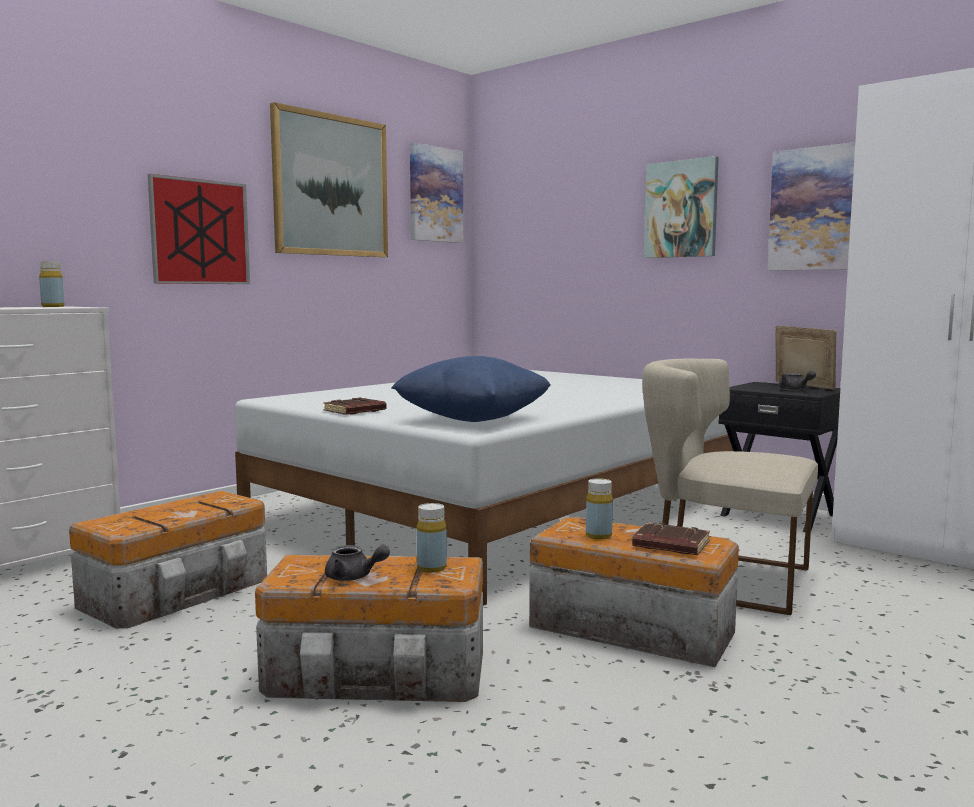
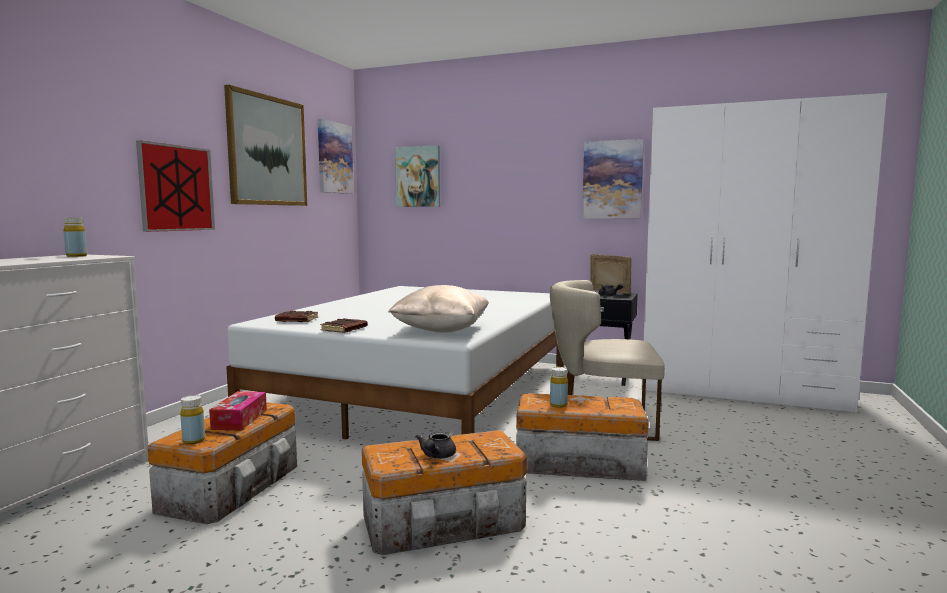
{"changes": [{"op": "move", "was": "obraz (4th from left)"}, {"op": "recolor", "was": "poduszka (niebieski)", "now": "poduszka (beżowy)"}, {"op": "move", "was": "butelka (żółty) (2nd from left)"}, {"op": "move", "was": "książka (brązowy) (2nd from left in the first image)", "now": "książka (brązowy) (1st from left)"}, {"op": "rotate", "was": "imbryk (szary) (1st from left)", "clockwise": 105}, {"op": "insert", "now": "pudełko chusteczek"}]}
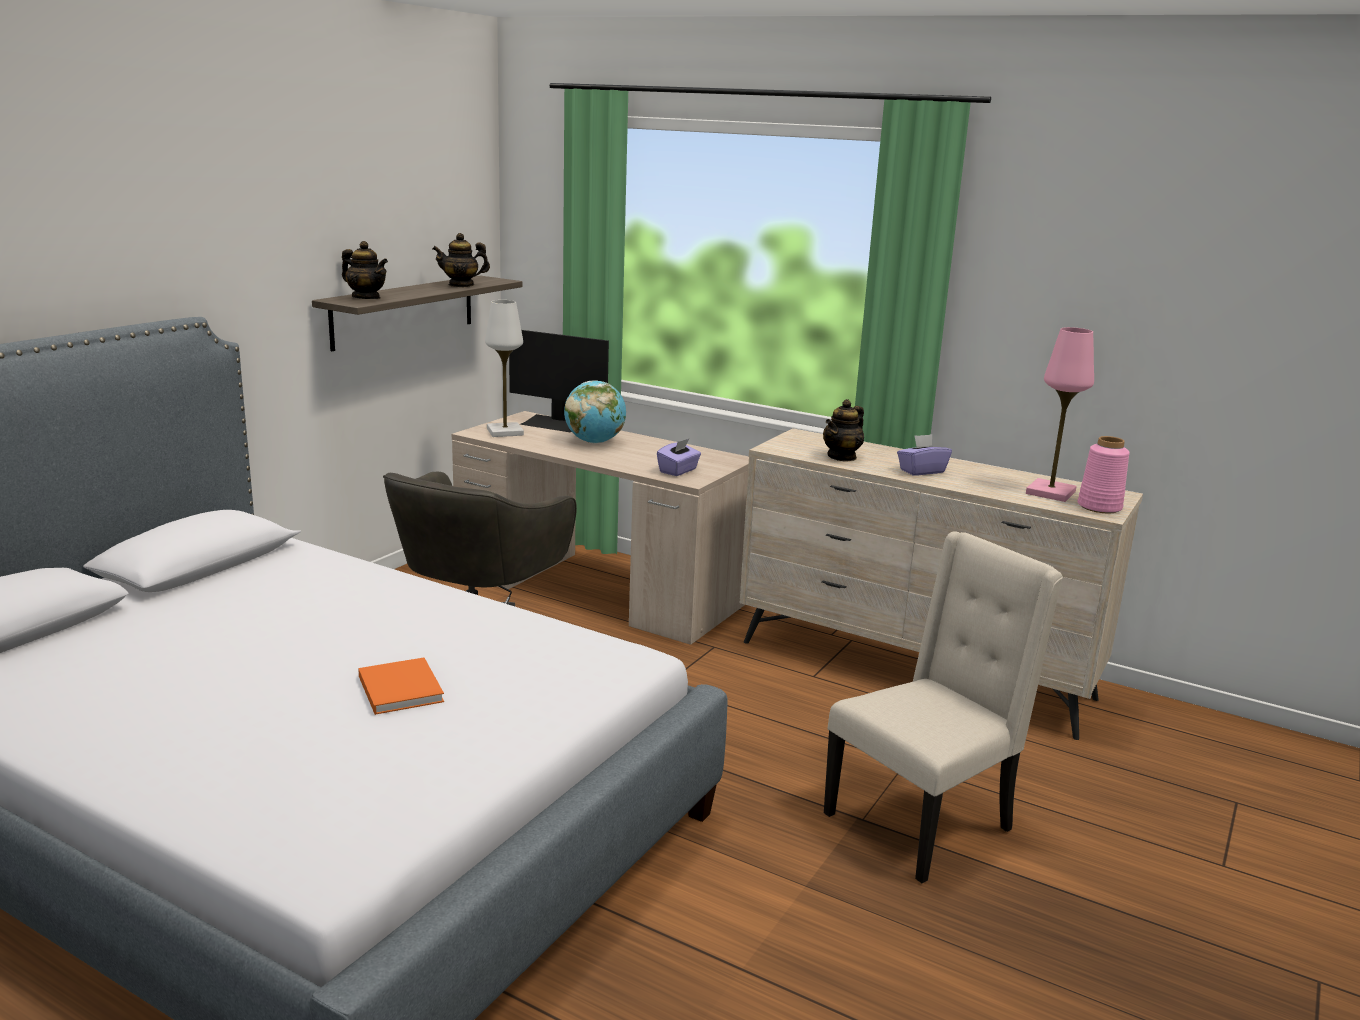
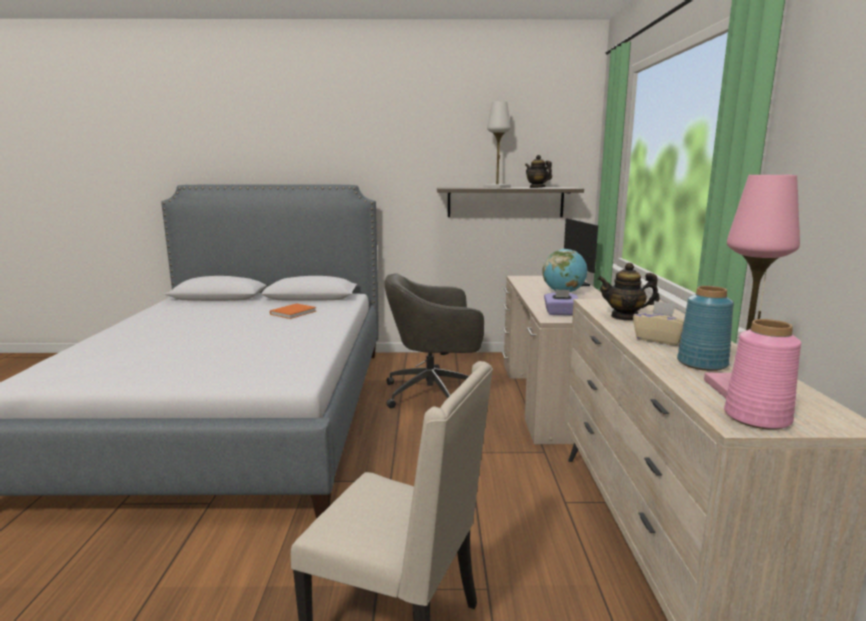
{"changes": [{"op": "delete", "was": "imbryk (1st from left)"}, {"op": "move", "was": "lampa stołowa (biały)"}, {"op": "recolor", "was": "pudełko chusteczek (fioletowy) (2nd from left)", "now": "pudełko chusteczek (beżowy)"}, {"op": "move", "was": "książka (pomarańczowy)"}, {"op": "insert", "now": "wazon (niebieski)"}]}
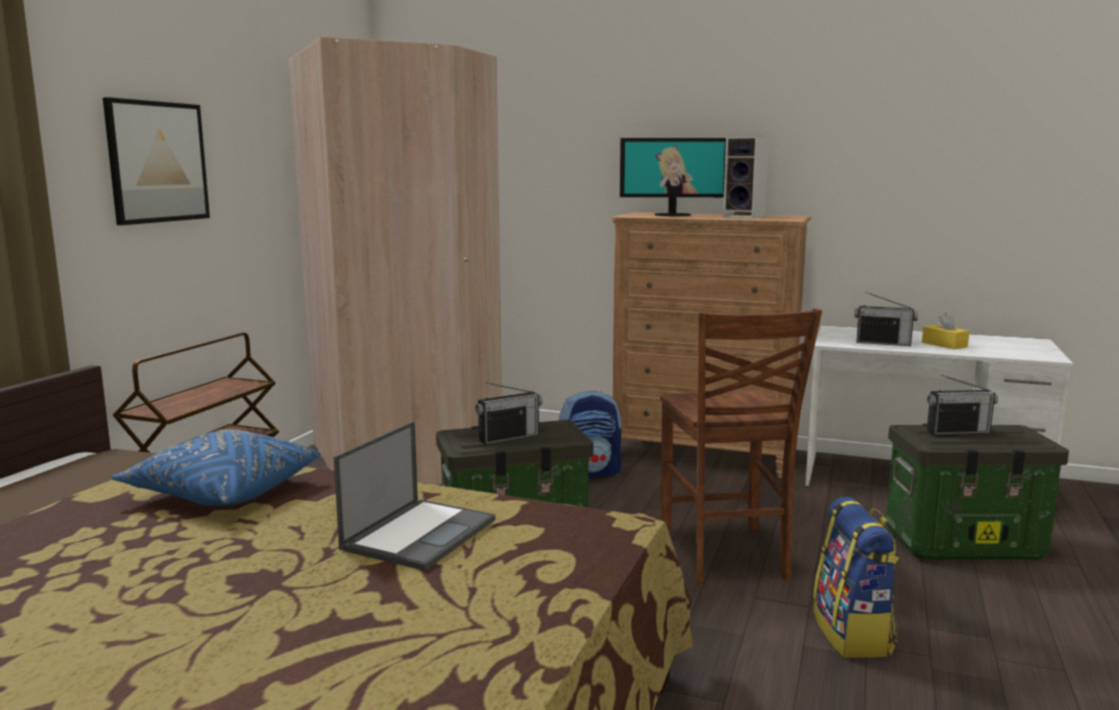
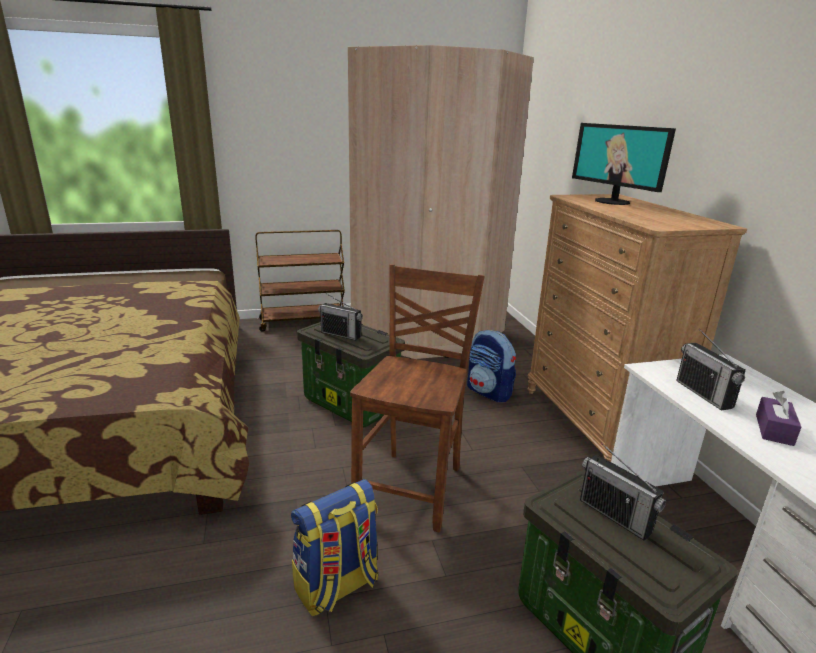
{"changes": [{"op": "delete", "was": "obraz"}, {"op": "delete", "was": "głośnik"}, {"op": "rotate", "was": "krzesło (brązowy)", "clockwise": 150}, {"op": "recolor", "was": "pudełko chusteczek (żółty)", "now": "pudełko chusteczek (fioletowy)"}, {"op": "delete", "was": "laptop"}, {"op": "delete", "was": "poduszka (niebieski)"}]}
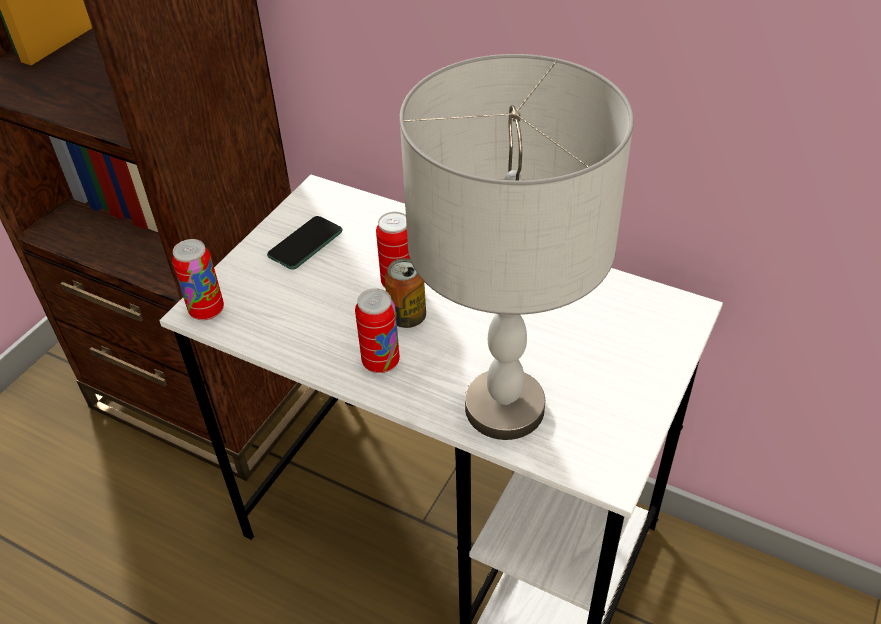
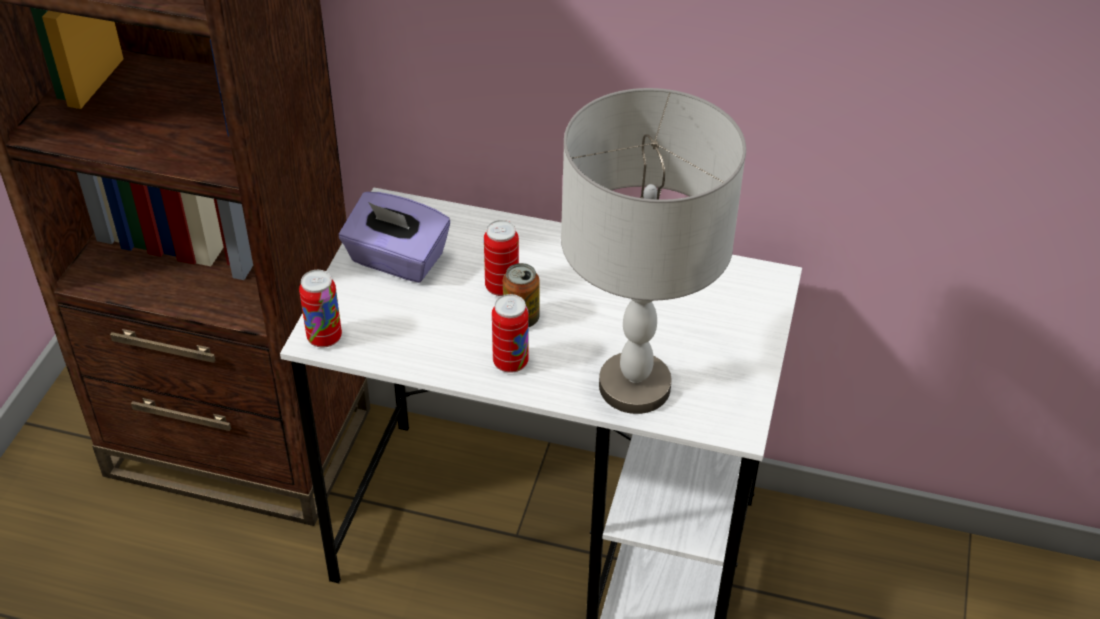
{"changes": [{"op": "replace", "was": "telefon", "now": "pudełko chusteczek (fioletowy)"}]}
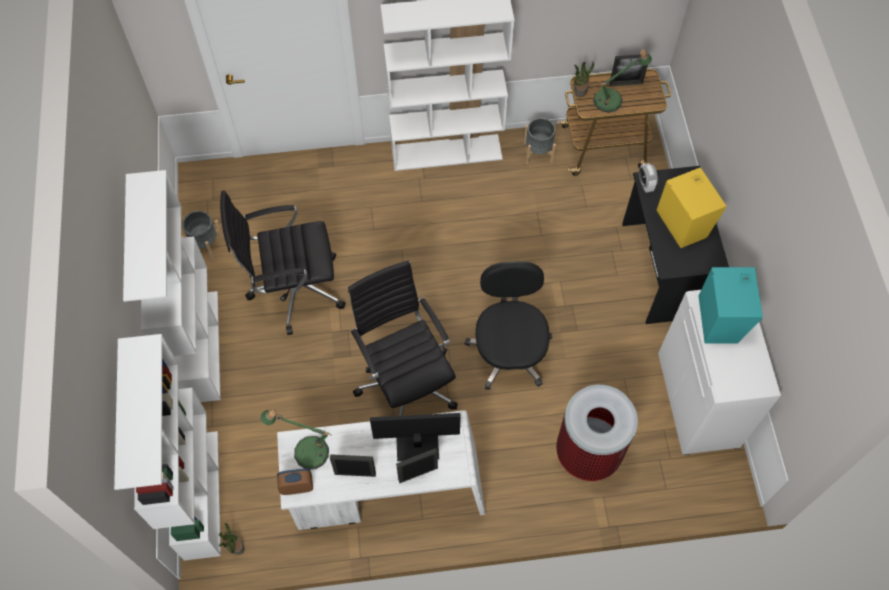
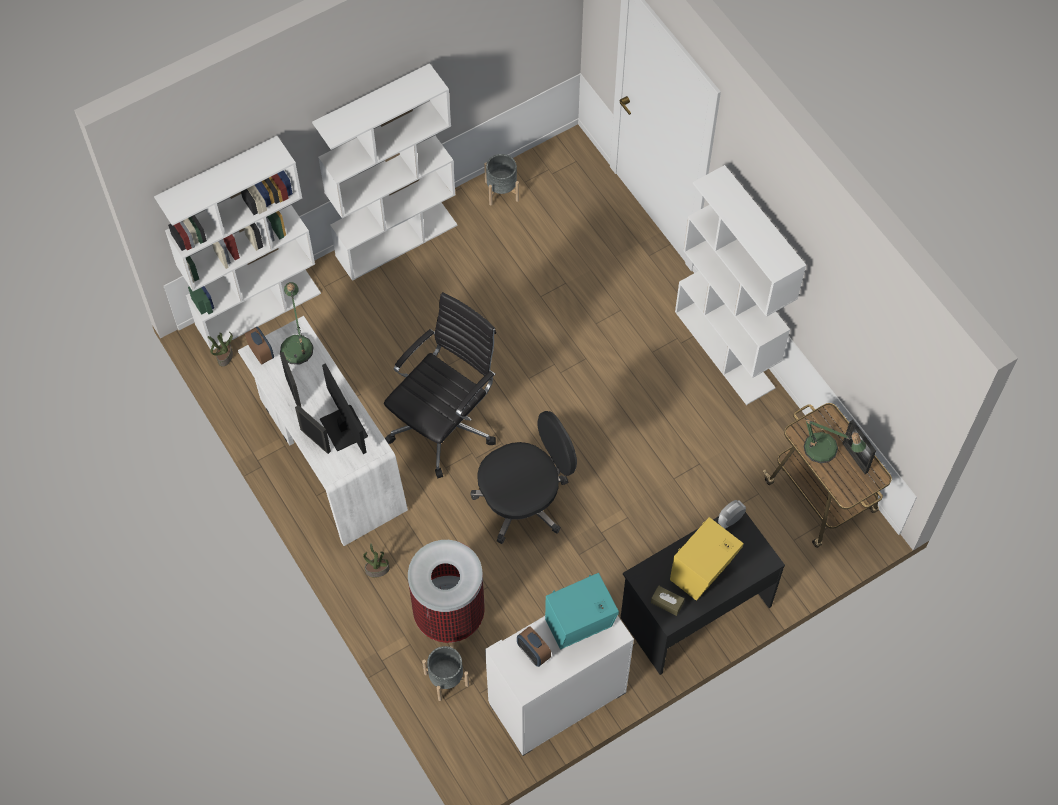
{"changes": [{"op": "move", "was": "roślina doniczkowa (2nd from left)"}, {"op": "move", "was": "donica (szary) (2nd from left in the first image)", "now": "donica (szary) (1st from left)"}, {"op": "delete", "was": "krzesło biurowe (czarny) (1st from left)"}, {"op": "insert", "now": "pudełko chusteczek (brązowy)"}, {"op": "insert", "now": "budzik (2nd from left)"}]}
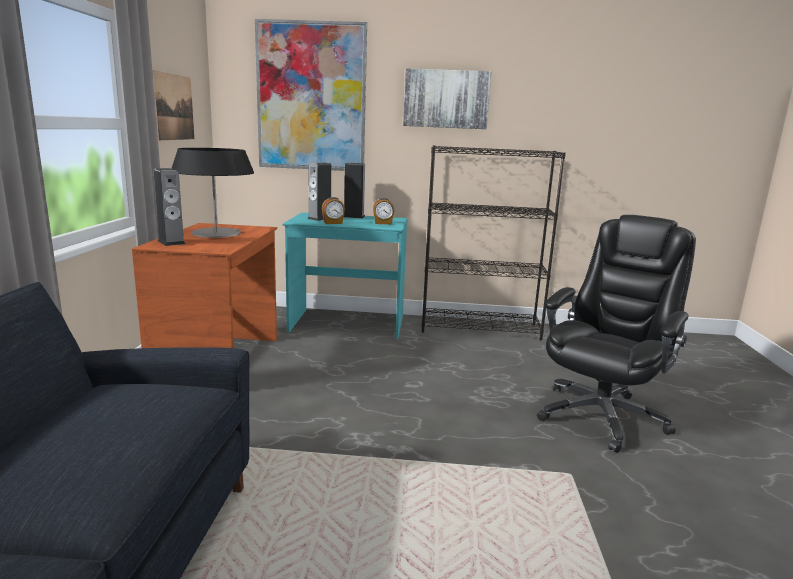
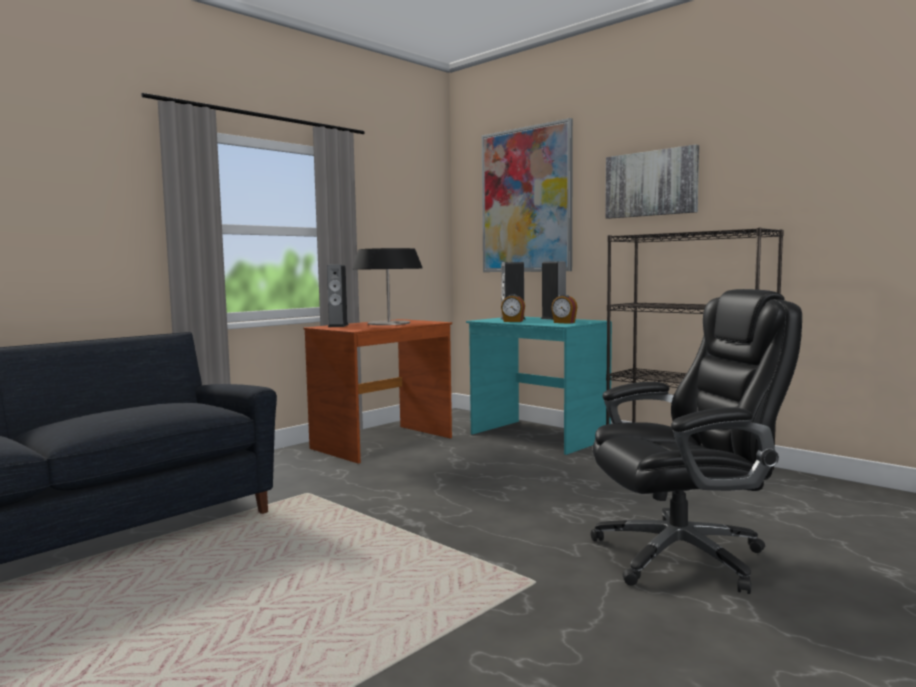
{"changes": [{"op": "delete", "was": "obraz (1st from left)"}]}
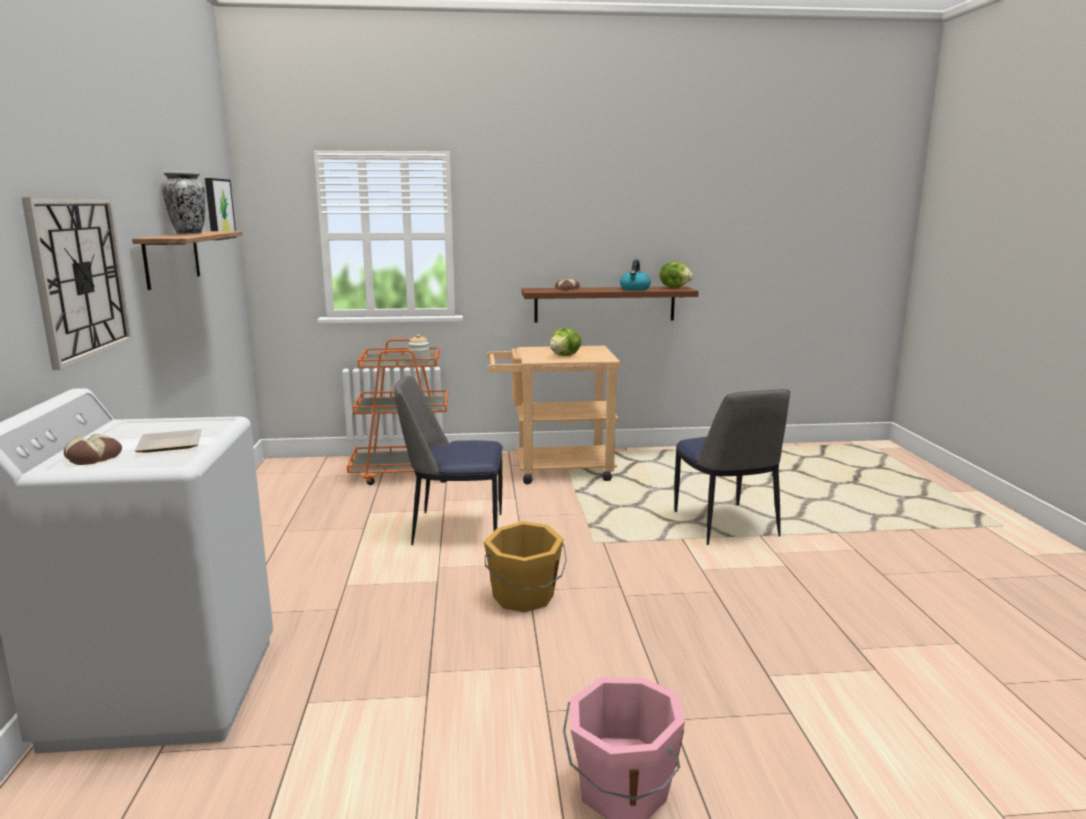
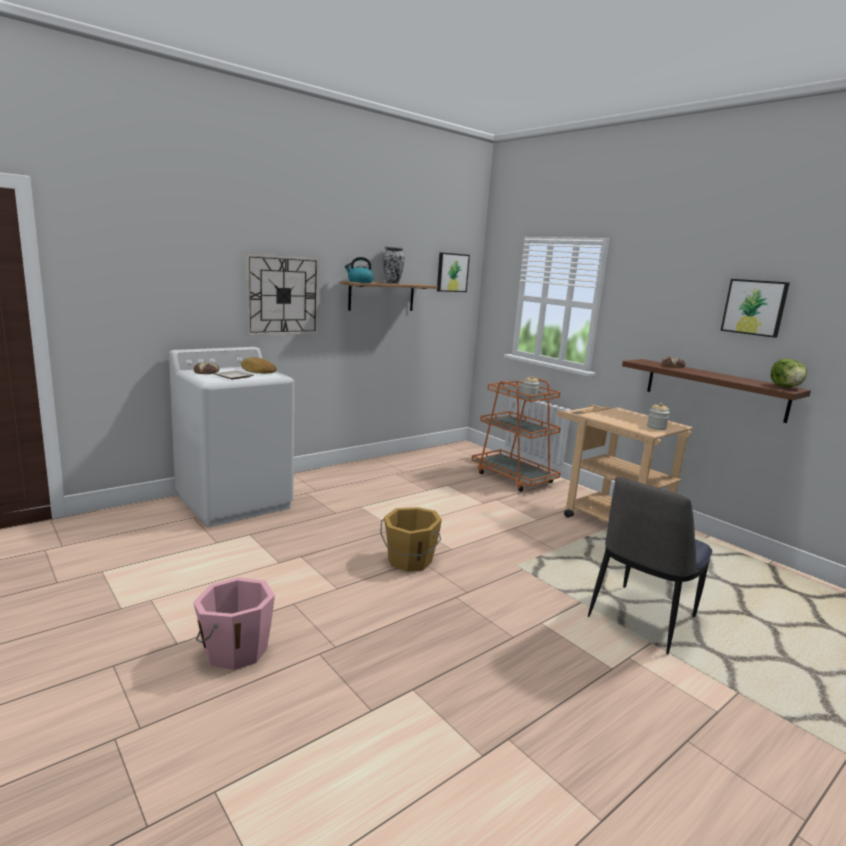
{"changes": [{"op": "move", "was": "czajnik"}, {"op": "delete", "was": "sałata (1st from left)"}, {"op": "delete", "was": "krzesło (1st from left)"}, {"op": "insert", "now": "obraz (2nd from left)"}, {"op": "insert", "now": "chleb (2nd from left)"}, {"op": "insert", "now": "słoik (2nd from left)"}]}
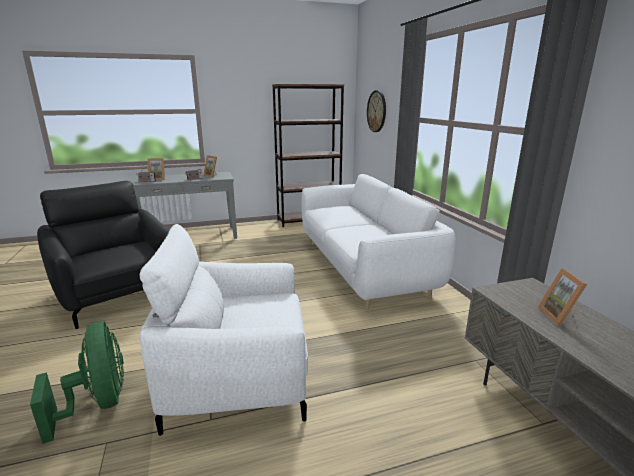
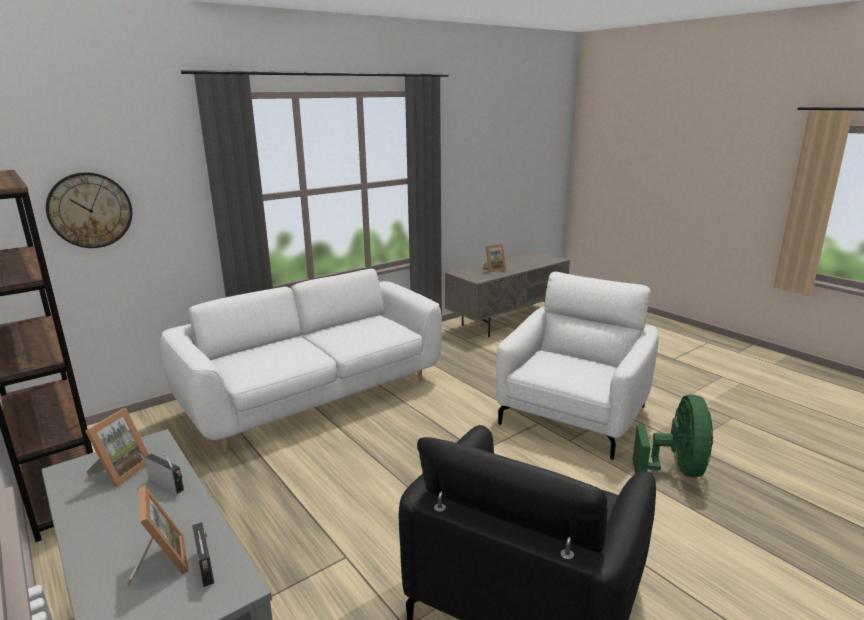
{"changes": [{"op": "rotate", "was": "fotel (biały)", "clockwise": -120}, {"op": "rotate", "was": "wentylator (zielony)", "clockwise": 150}]}
